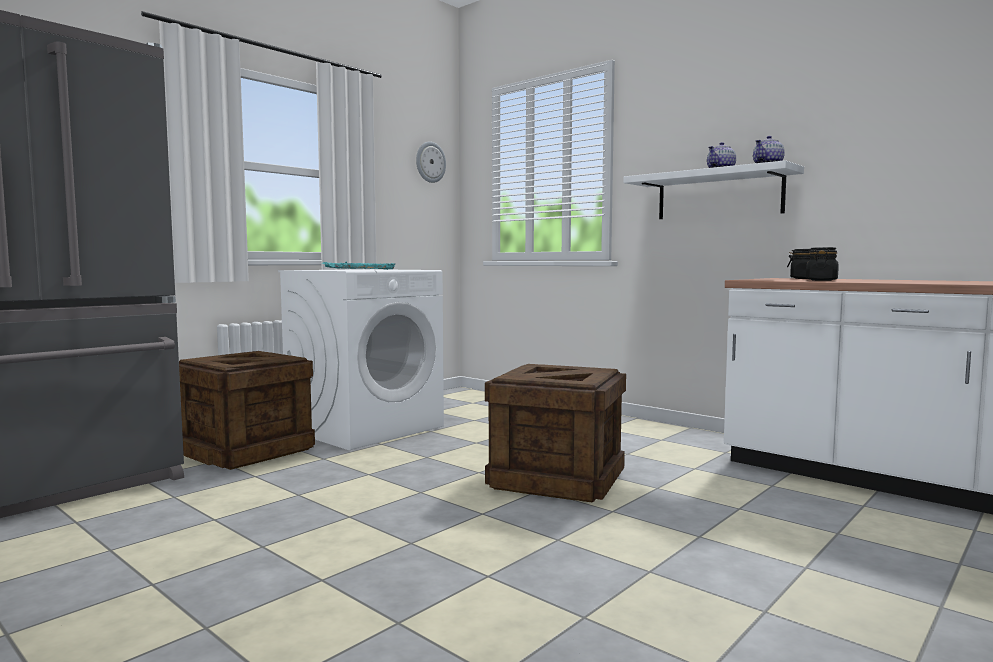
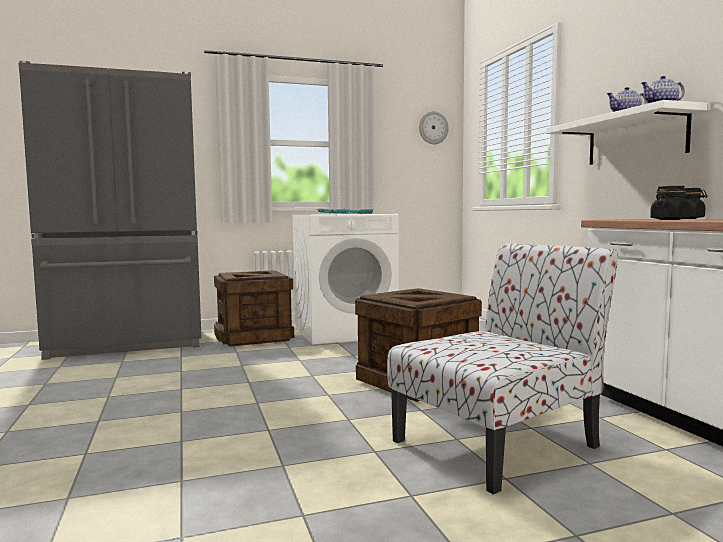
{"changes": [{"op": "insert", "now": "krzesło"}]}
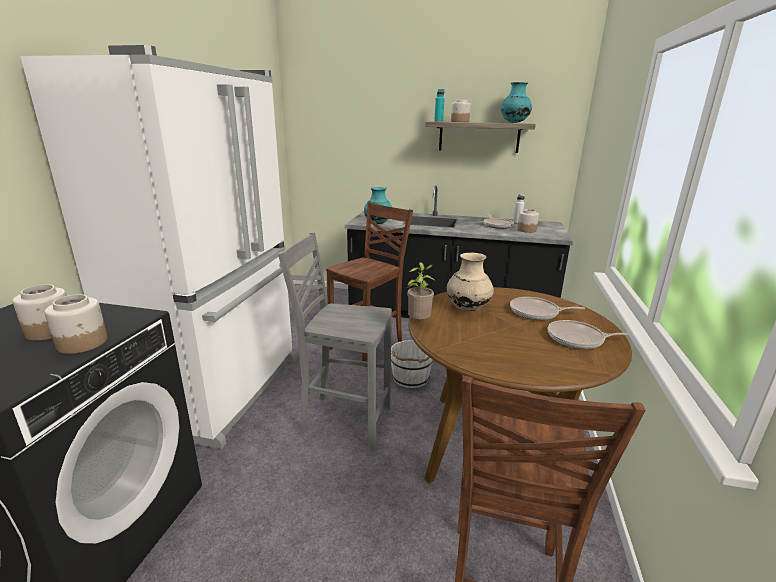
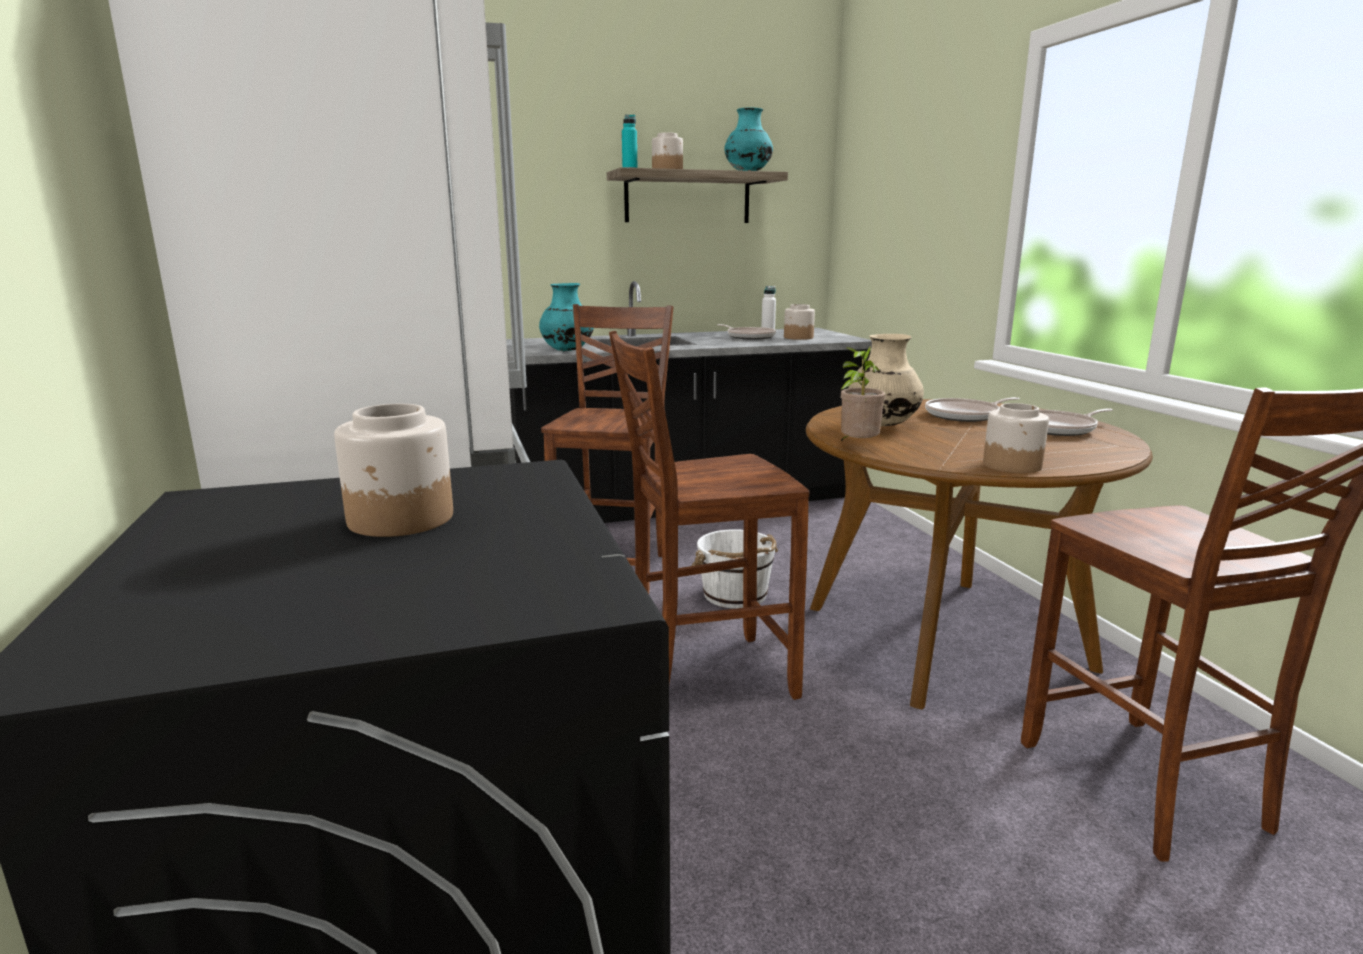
{"changes": [{"op": "recolor", "was": "krzesło (szary)", "now": "krzesło (brązowy) (2nd from left)"}, {"op": "move", "was": "słoik (2nd from left in the first image)", "now": "słoik (4th from left)"}]}
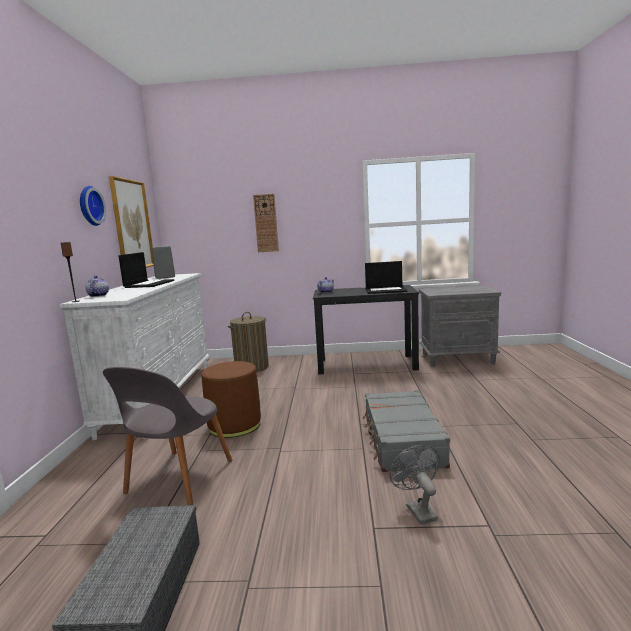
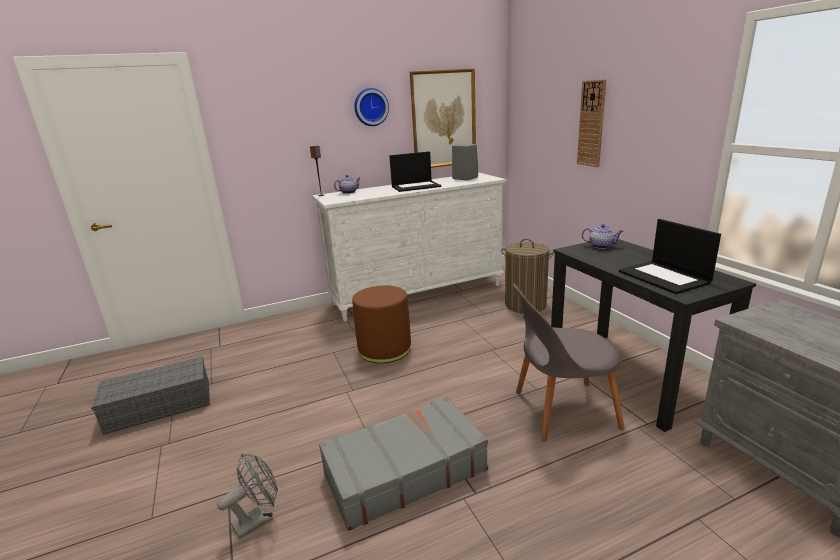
{"changes": [{"op": "move", "was": "krzesło (szary)"}]}
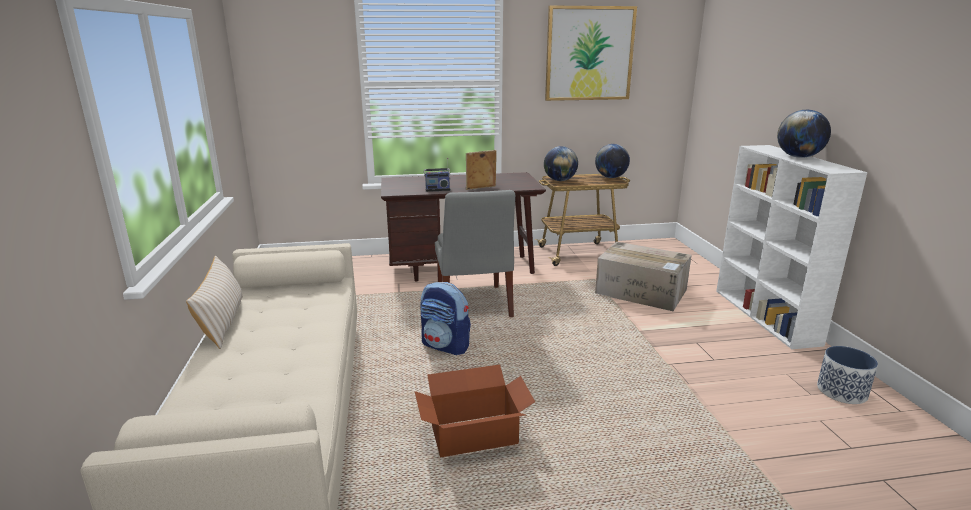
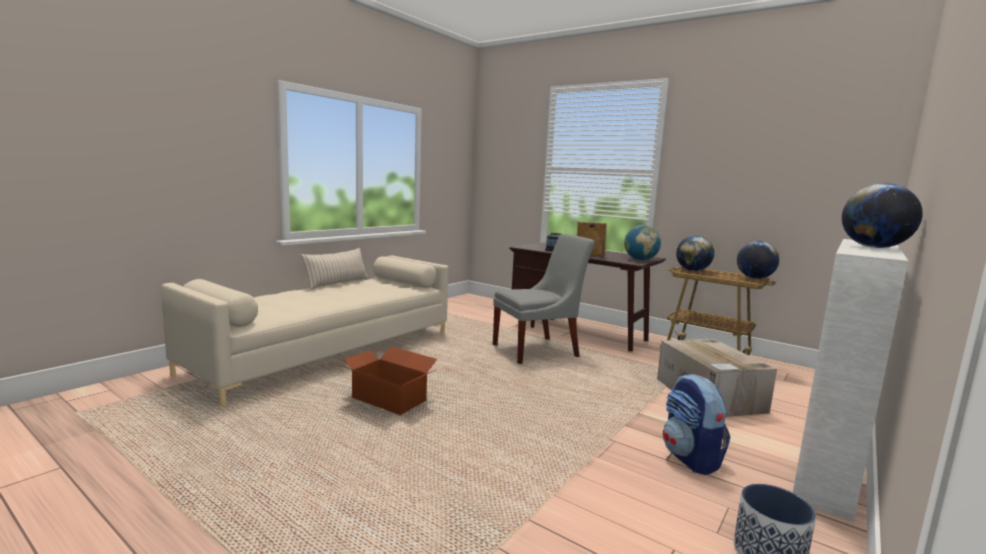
{"changes": [{"op": "delete", "was": "obraz"}, {"op": "rotate", "was": "krzesło (szary)", "clockwise": -150}, {"op": "move", "was": "plecak"}, {"op": "insert", "now": "globus (1st from left)"}]}
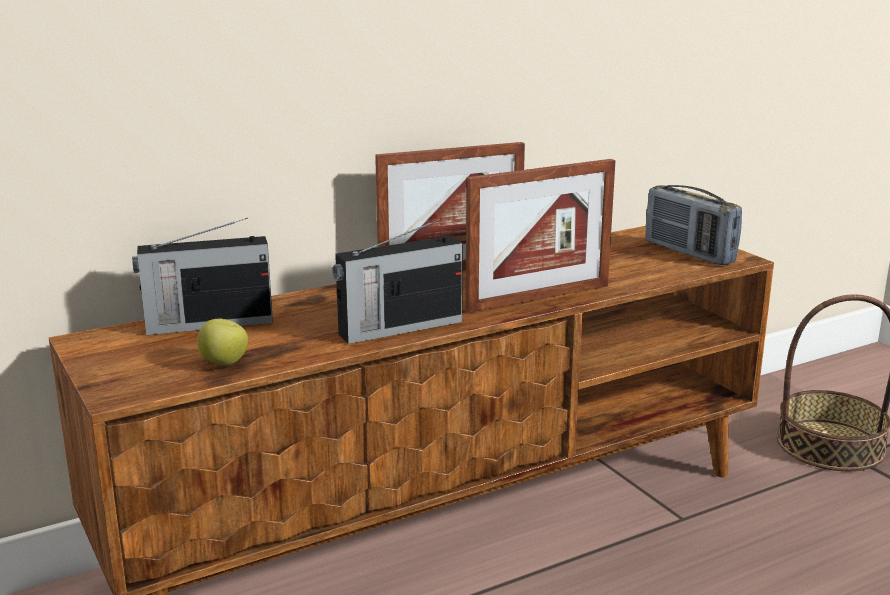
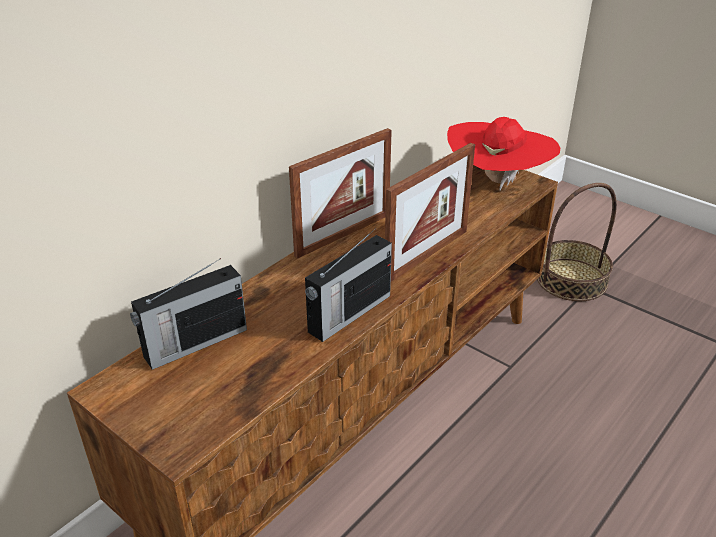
{"changes": [{"op": "replace", "was": "radio (3rd from left)", "now": "kapelusz (czerwony)"}, {"op": "delete", "was": "jabłko"}]}
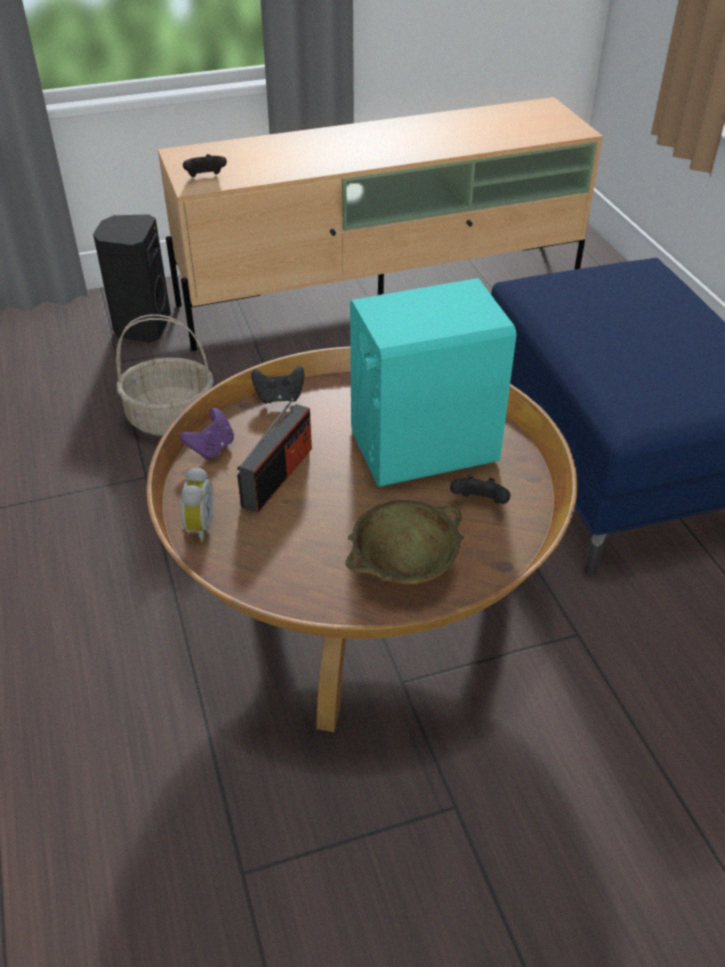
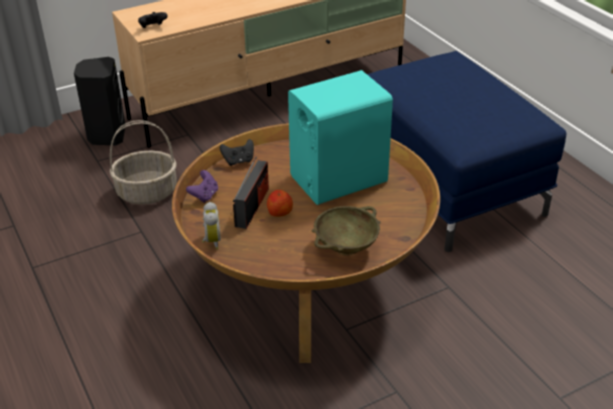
{"changes": [{"op": "delete", "was": "pad do gier (czarny) (3rd from left)"}, {"op": "insert", "now": "jabłko"}]}
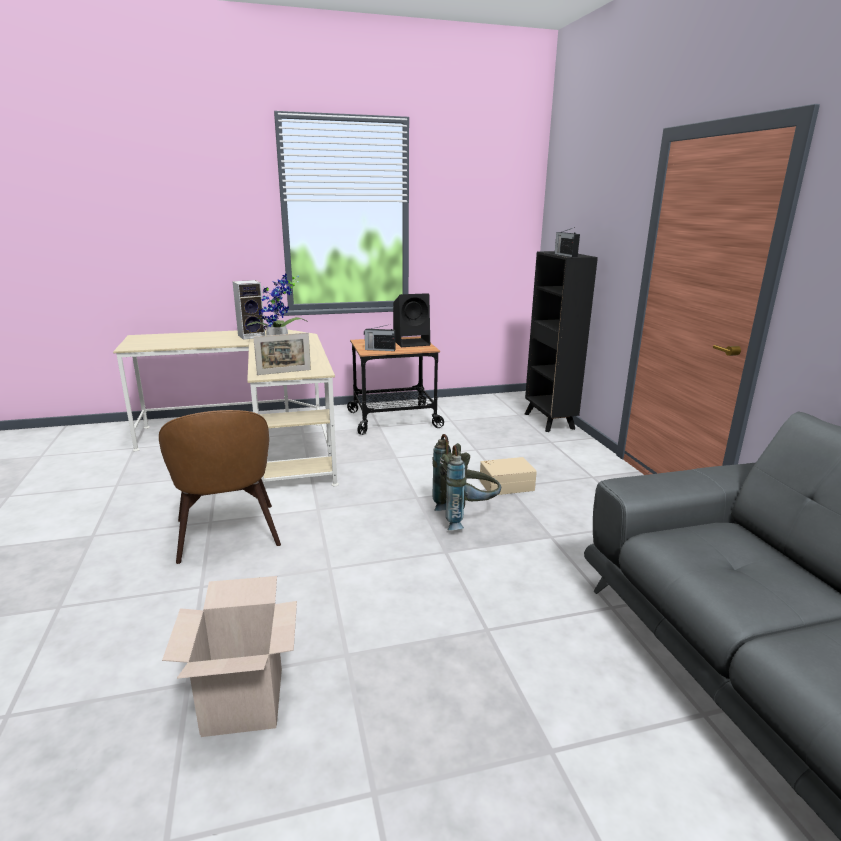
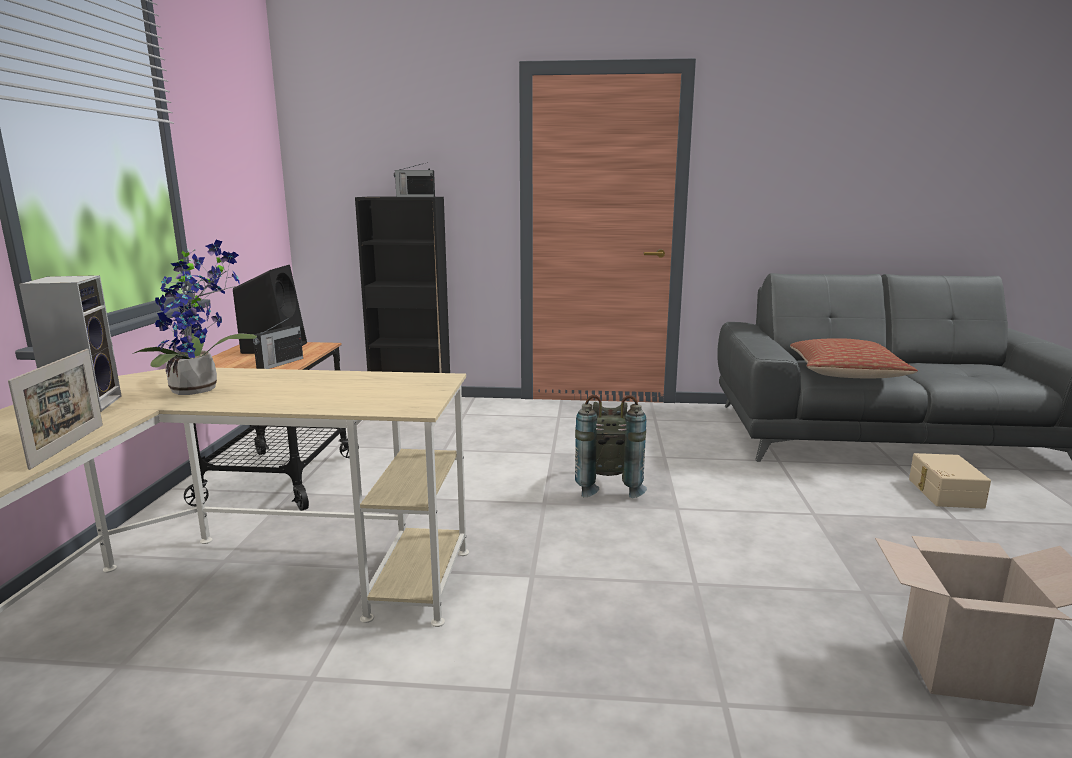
{"changes": [{"op": "move", "was": "ramka na zdjęcie"}, {"op": "delete", "was": "krzesło (brązowy)"}, {"op": "move", "was": "pojemnik do przechowywania (beżowy)"}, {"op": "insert", "now": "poduszka"}]}
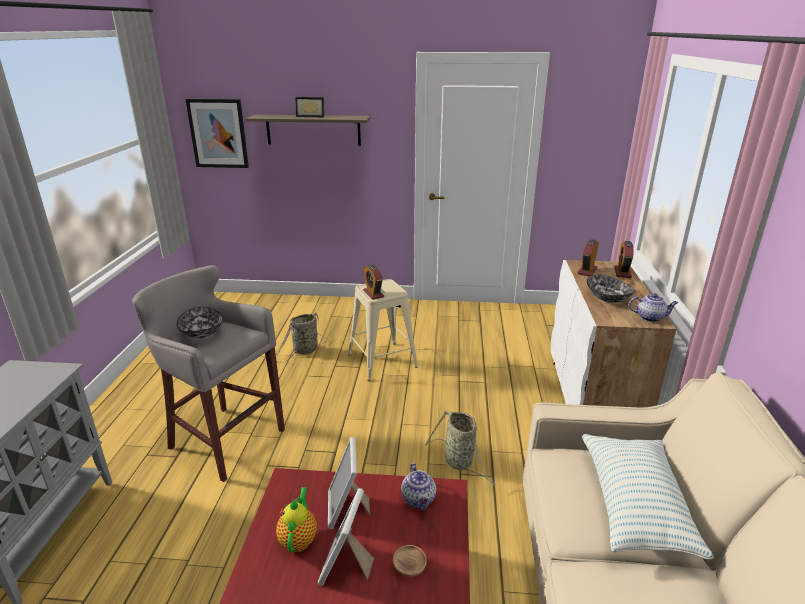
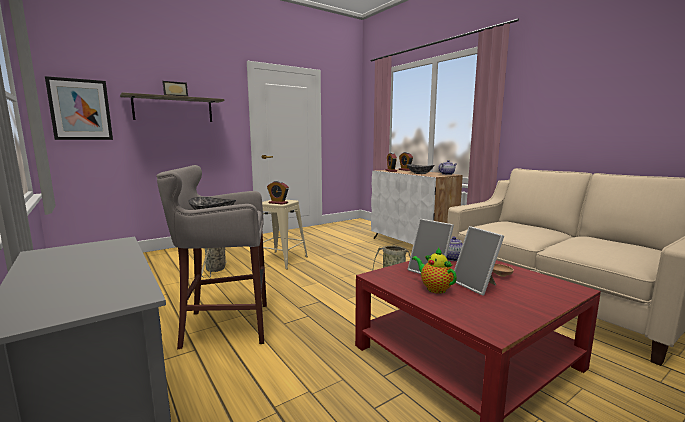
{"changes": [{"op": "delete", "was": "poduszka"}]}
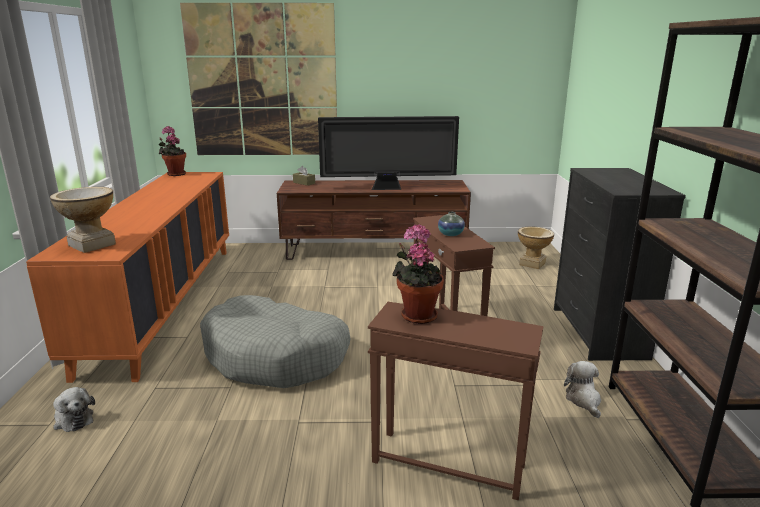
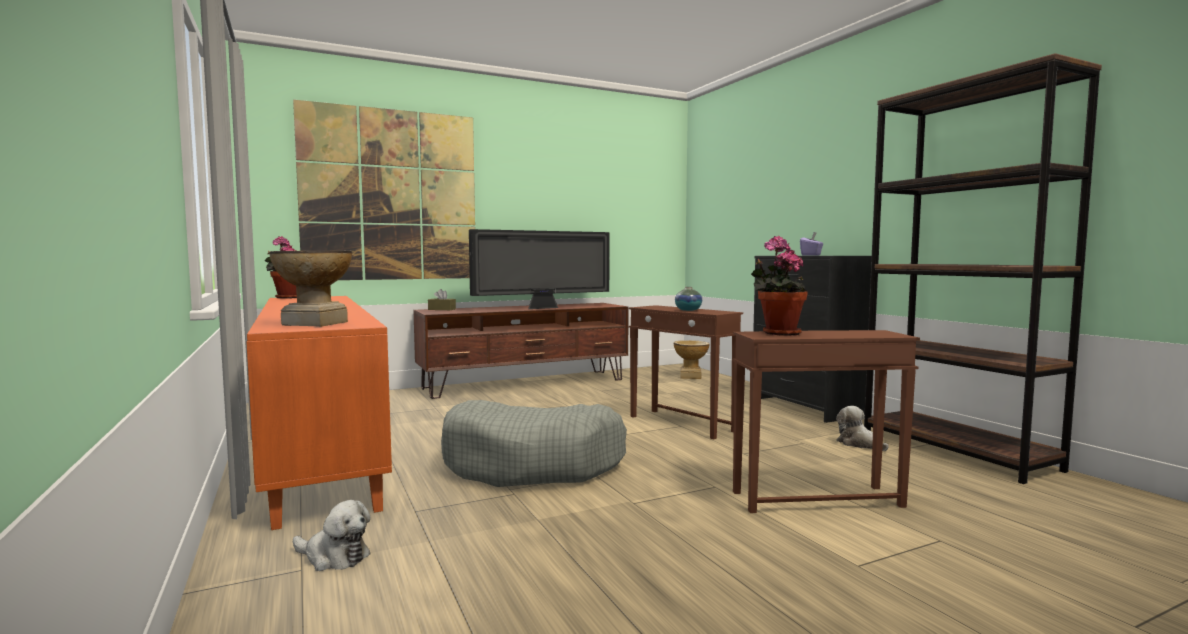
{"changes": [{"op": "insert", "now": "pudełko chusteczek (fioletowy)"}]}
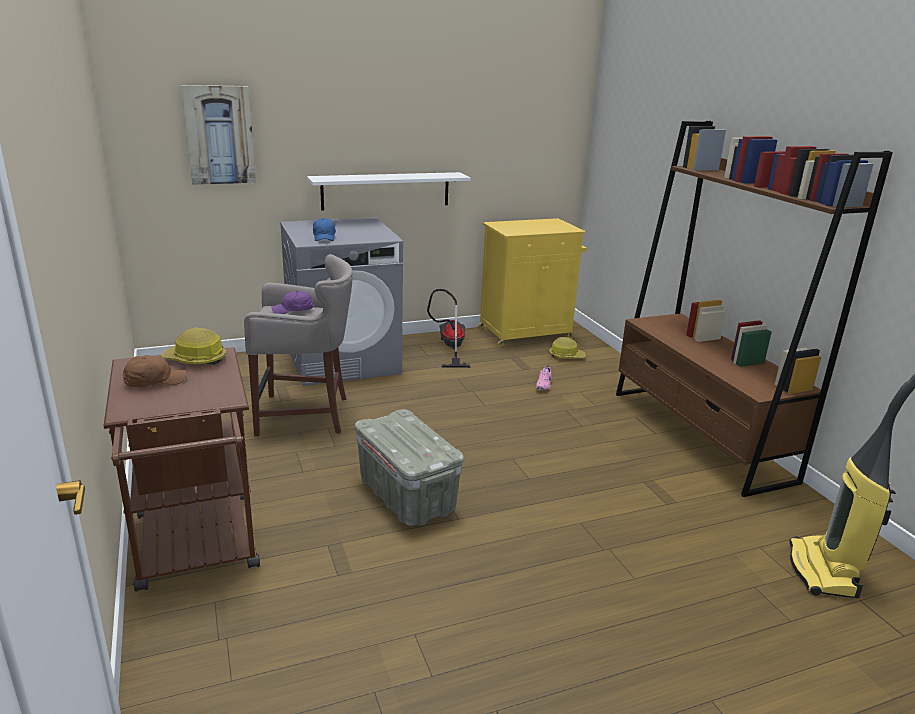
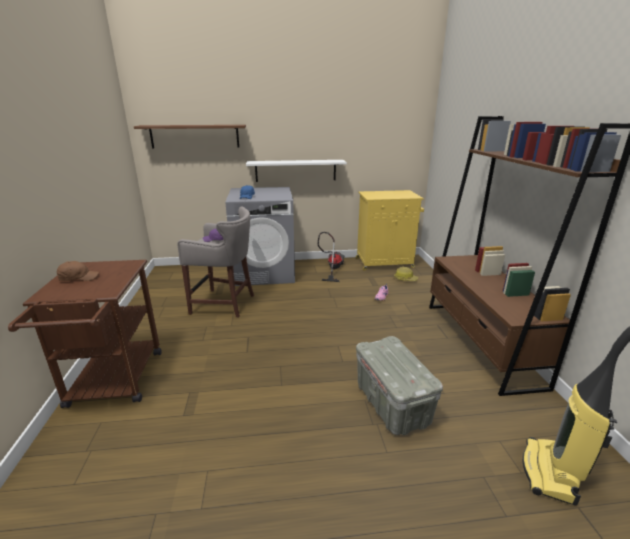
{"changes": [{"op": "replace", "was": "obraz", "now": "półka (brązowy)"}, {"op": "delete", "was": "kask (1st from left)"}, {"op": "move", "was": "pojemnik do przechowywania (szary)"}]}
